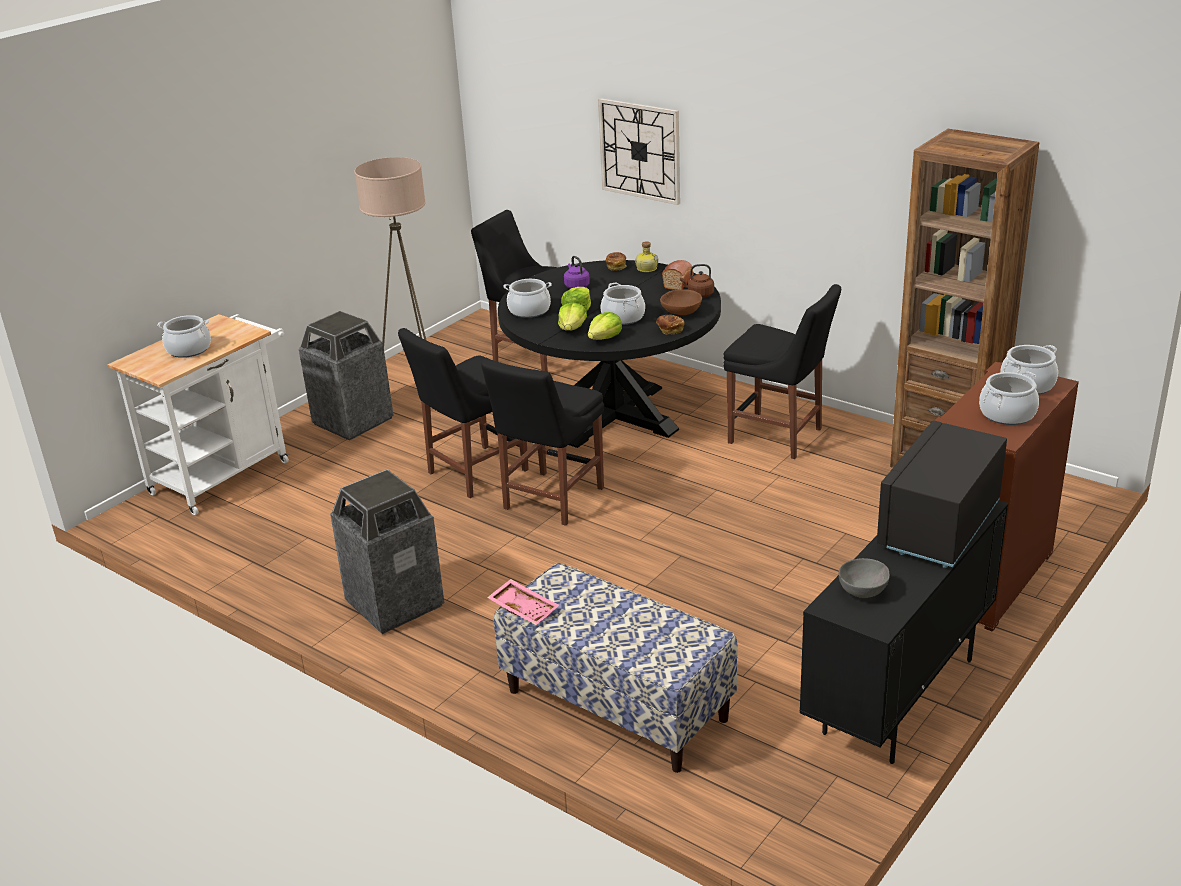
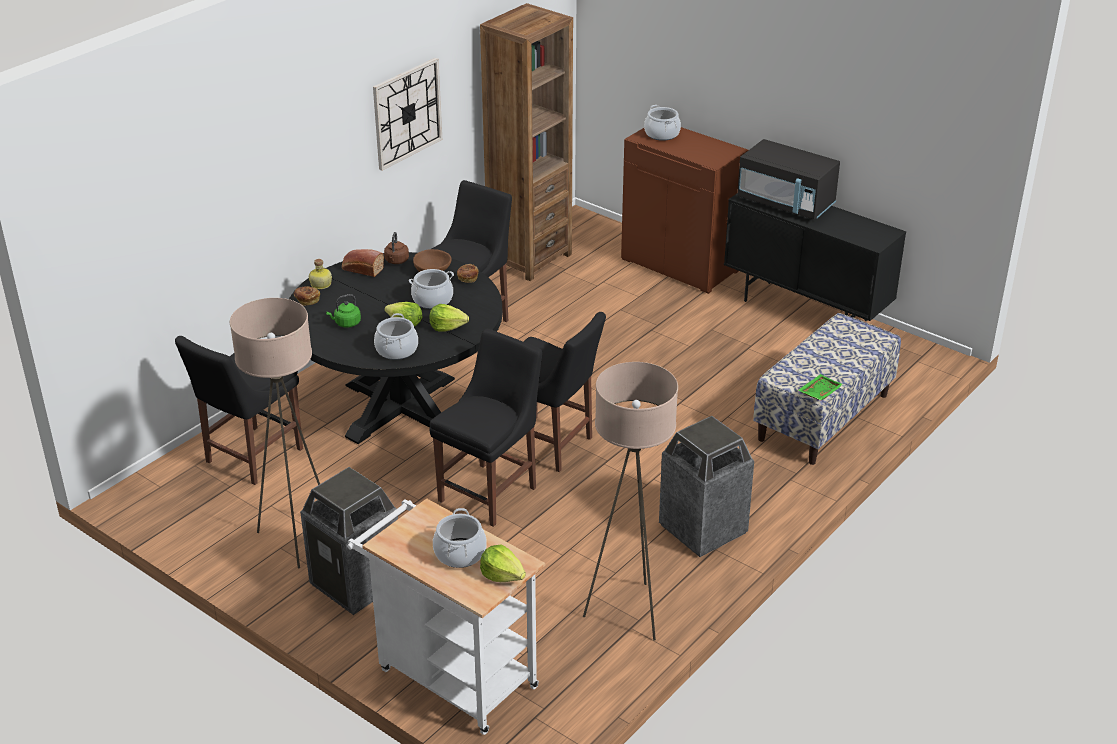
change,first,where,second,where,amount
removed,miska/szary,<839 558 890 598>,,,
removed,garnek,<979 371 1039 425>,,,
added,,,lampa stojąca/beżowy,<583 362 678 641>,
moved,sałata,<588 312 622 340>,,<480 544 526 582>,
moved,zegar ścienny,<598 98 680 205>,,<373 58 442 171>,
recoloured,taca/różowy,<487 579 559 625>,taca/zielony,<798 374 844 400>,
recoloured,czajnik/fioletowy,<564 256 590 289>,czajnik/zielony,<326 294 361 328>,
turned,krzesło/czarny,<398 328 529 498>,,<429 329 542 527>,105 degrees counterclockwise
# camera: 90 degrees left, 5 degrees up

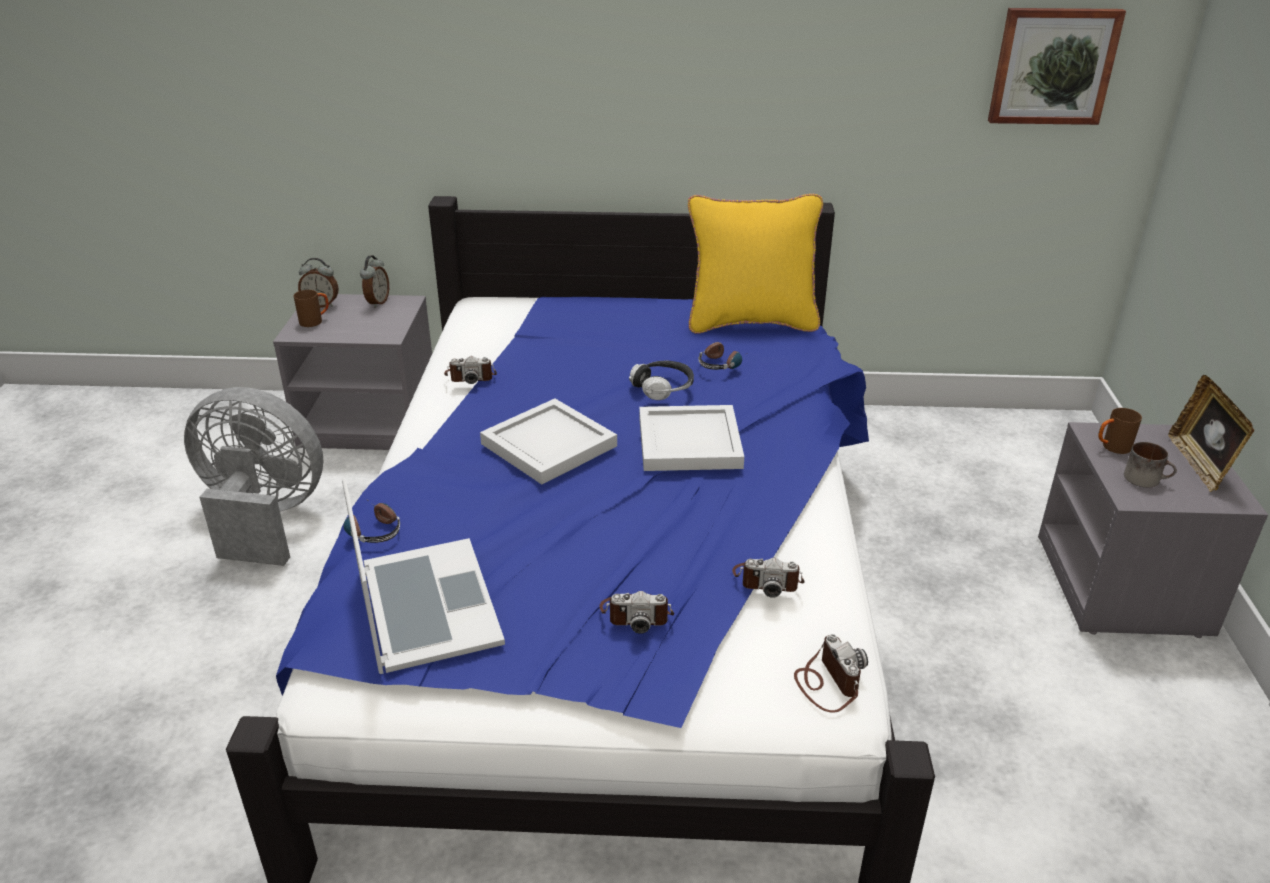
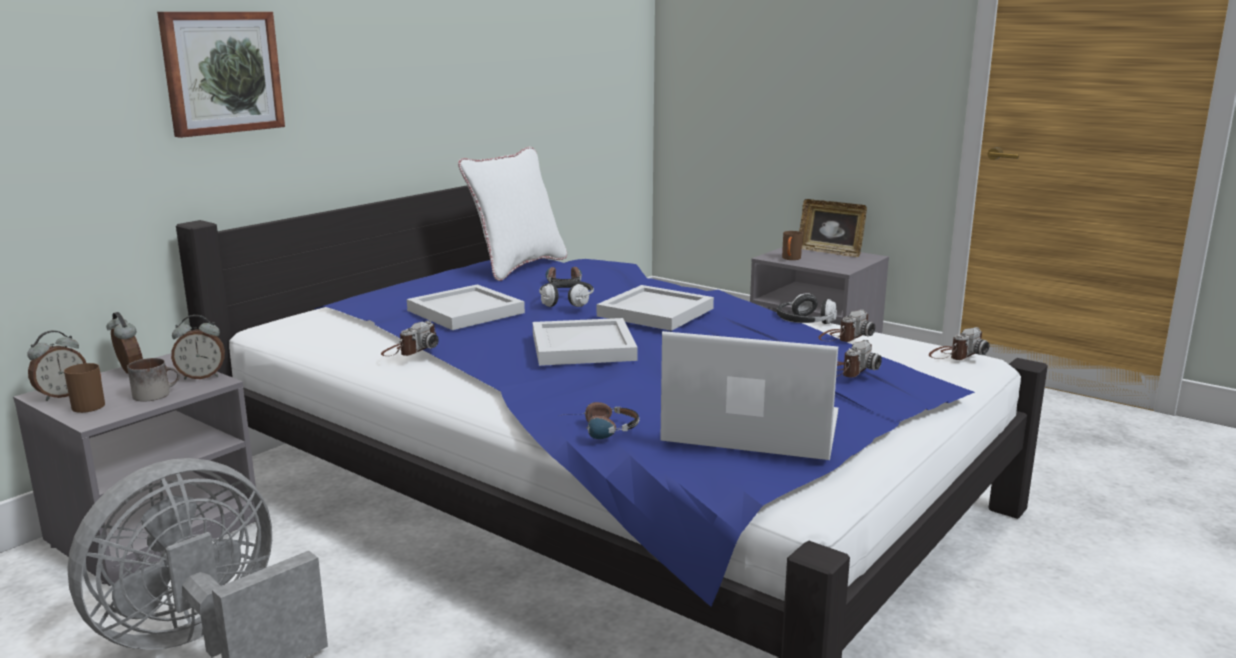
change,first,where,second,where,amount
added,,,budzik,<171 315 225 380>,
added,,,taca/biały,<407 284 525 330>,
added,,,słuchawki,<776 293 837 324>,
moved,obraz,<988 8 1126 125>,,<157 12 285 138>,
moved,kubek,<1124 442 1177 488>,,<127 358 180 402>,
recoloured,poduszka/żółty,<688 194 823 334>,poduszka/biały,<458 147 567 281>,
turned,aparat fotograficzny,<794 634 868 713>,,<929 327 989 360>,120 degrees clockwise
# camera: 55 degrees left, 15 degrees down

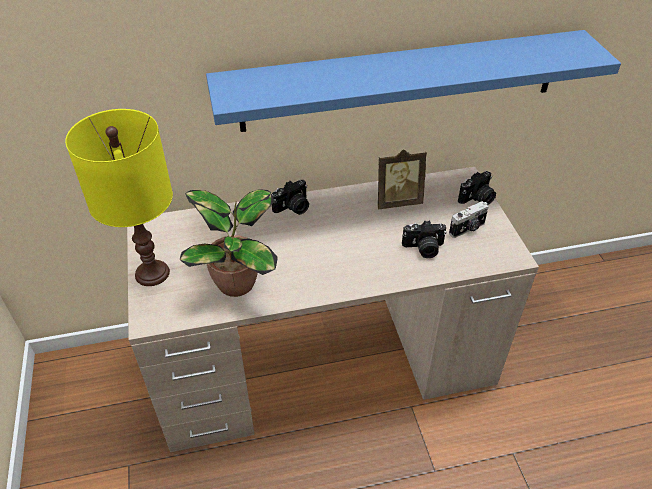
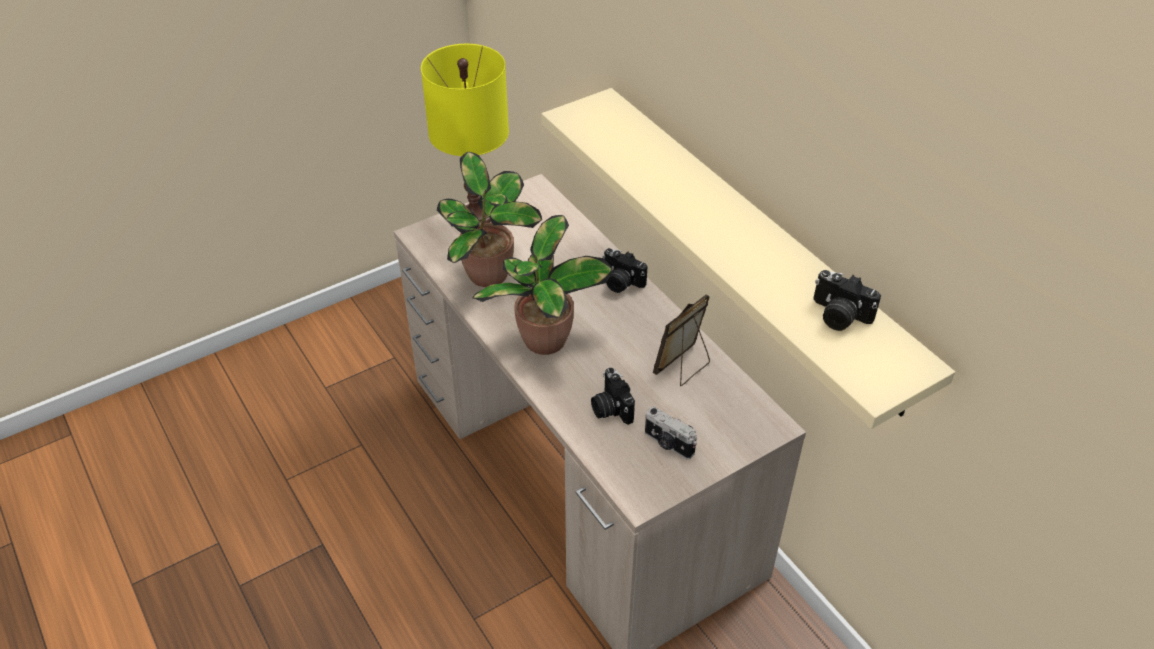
change,first,where,second,where,amount
added,,,roślina doniczkowa,<473 215 613 355>,
moved,aparat fotograficzny,<458 171 496 205>,,<813 270 881 331>,
recoloured,półka/niebieski,<206 30 621 132>,półka/beżowy,<541 88 955 429>,
turned,ramka na zdjęcie,<378 149 427 209>,,<653 294 710 386>,75 degrees clockwise
# camera: 70 degrees right, 0 degrees up

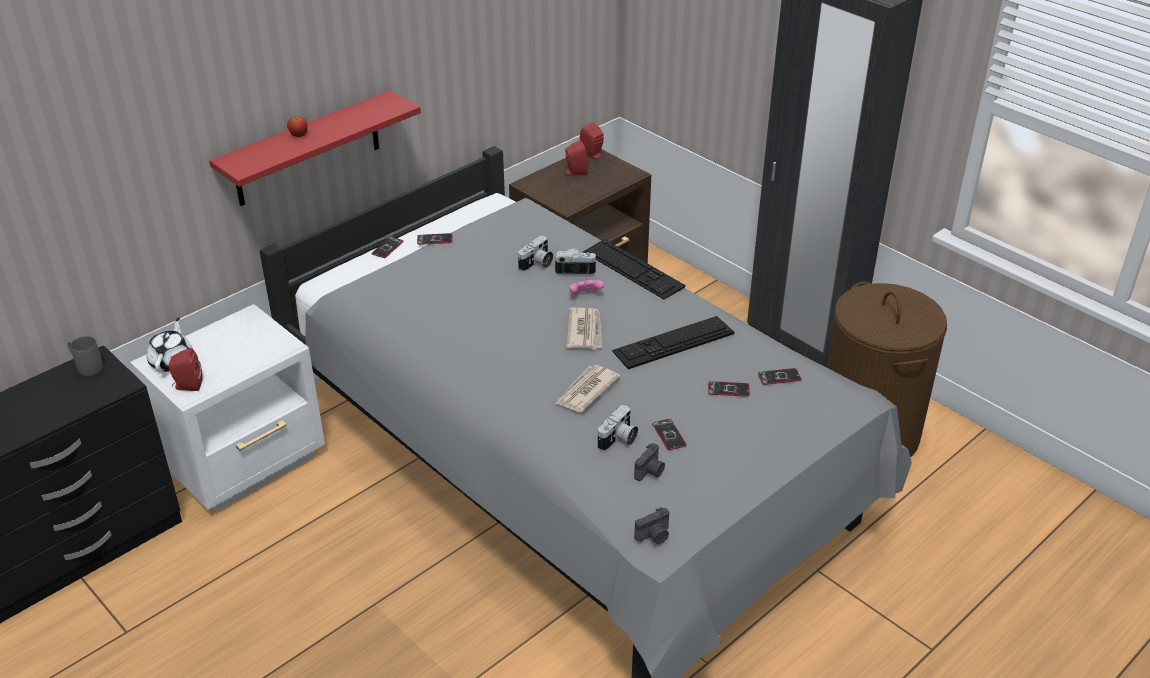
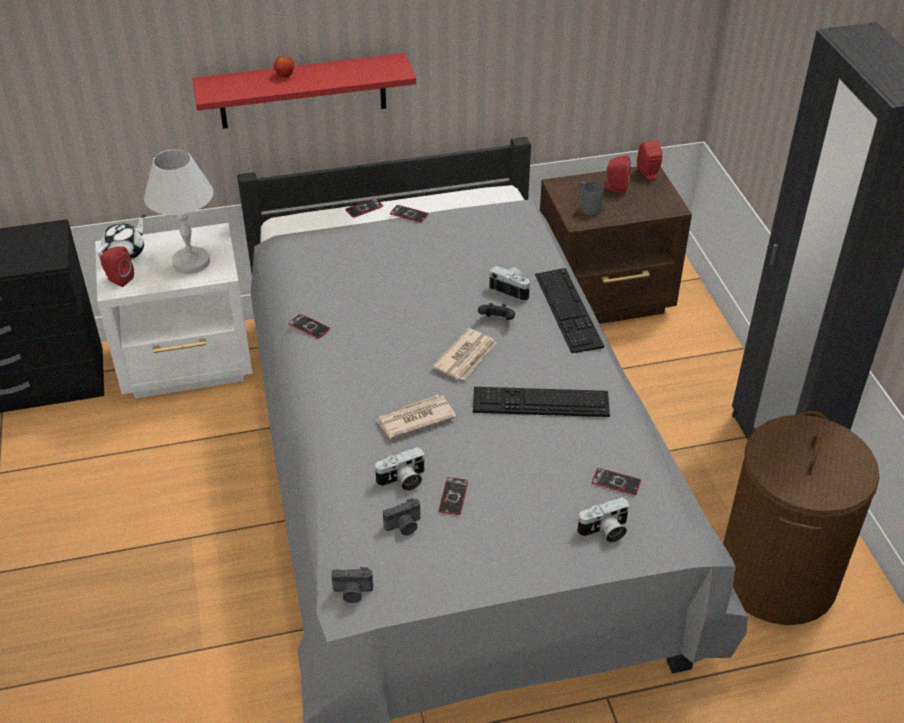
change,first,where,second,where,amount
added,,,lampa stołowa/biały,<144 149 213 274>,
moved,kubek/szary,<67 336 103 376>,,<580 181 604 216>,
moved,aparat fotograficzny,<518 235 553 271>,,<577 497 629 543>,
moved,telefon,<708 381 750 397>,,<289 314 330 339>,
recoloured,pad do gier/różowy,<569 278 604 295>,pad do gier/czarny,<478 303 515 320>,
# camera: 30 degrees right, 5 degrees up

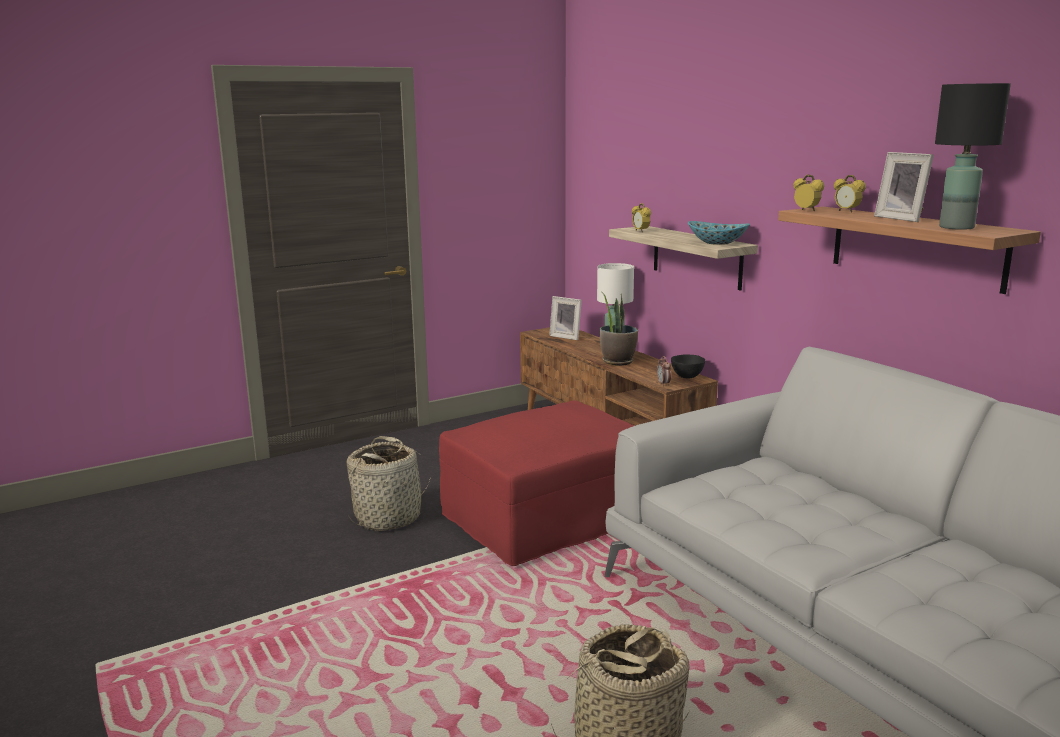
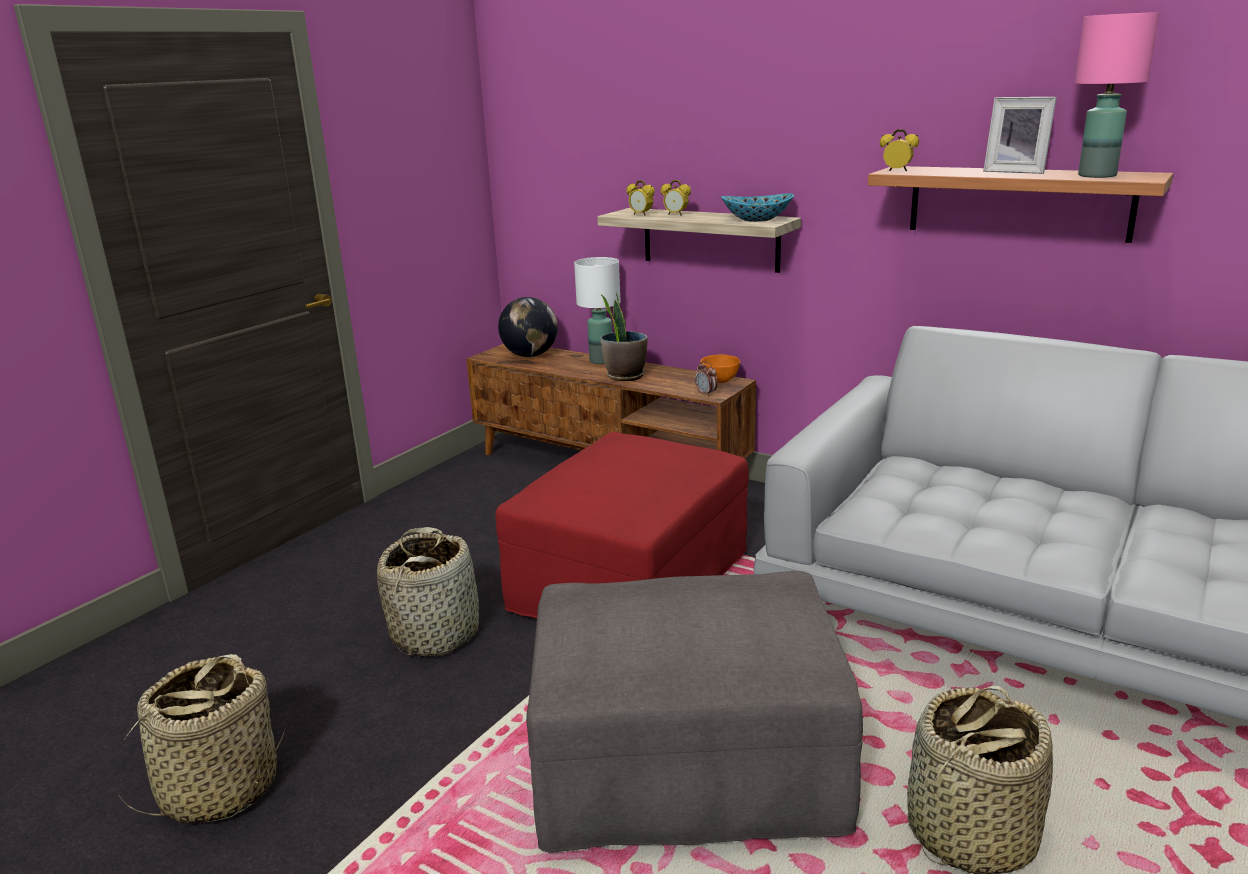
change,first,where,second,where,amount
added,,,koszyk,<116 654 286 824>,
added,,,pufa/szary,<526 571 863 852>,
moved,budzik,<834 175 866 212>,,<661 180 691 216>,
replaced,ramka na zdjęcie,<549 296 582 340>,globus,<498 297 558 357>,
recoloured,miska/czarny,<671 355 705 379>,miska/pomarańczowy,<700 354 740 383>,
recoloured,lampa stołowa/czarny,<935 83 1011 230>,lampa stołowa/różowy,<1075 12 1159 178>,
# camera: 25 degrees left, 5 degrees up

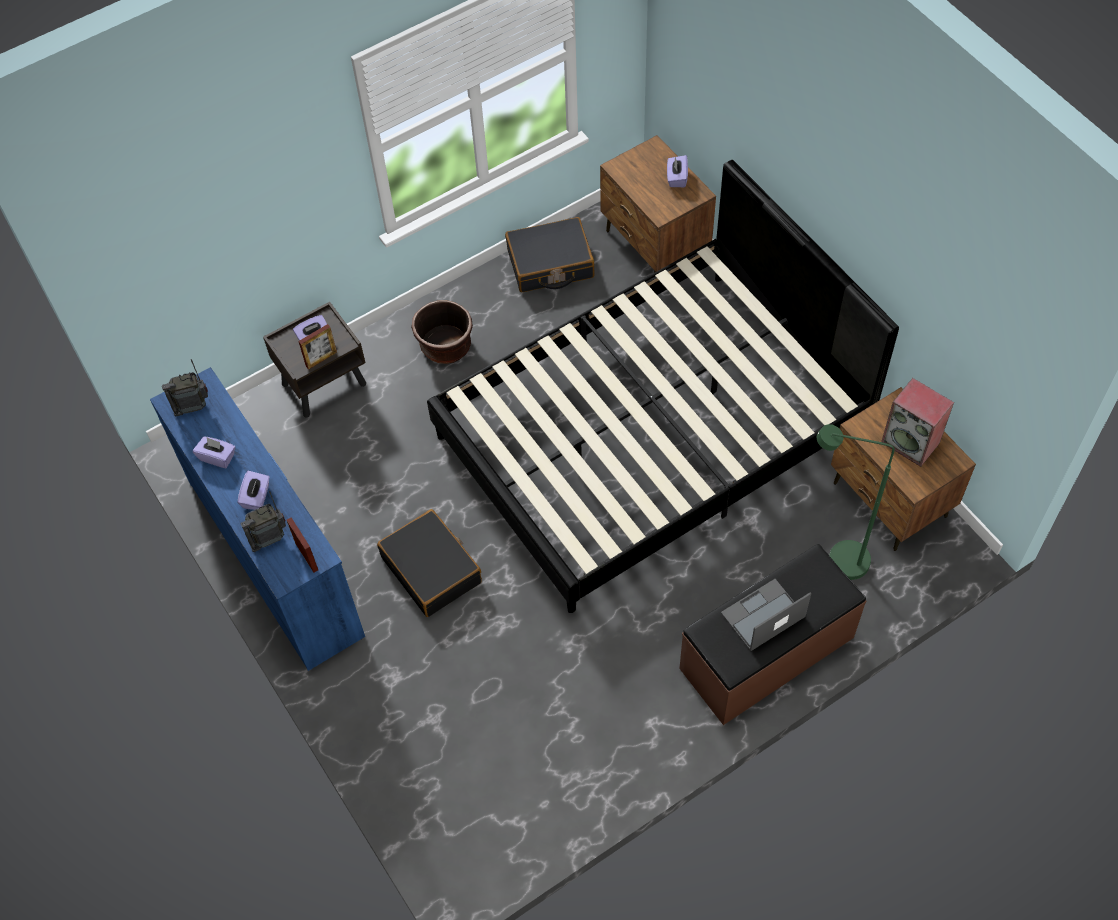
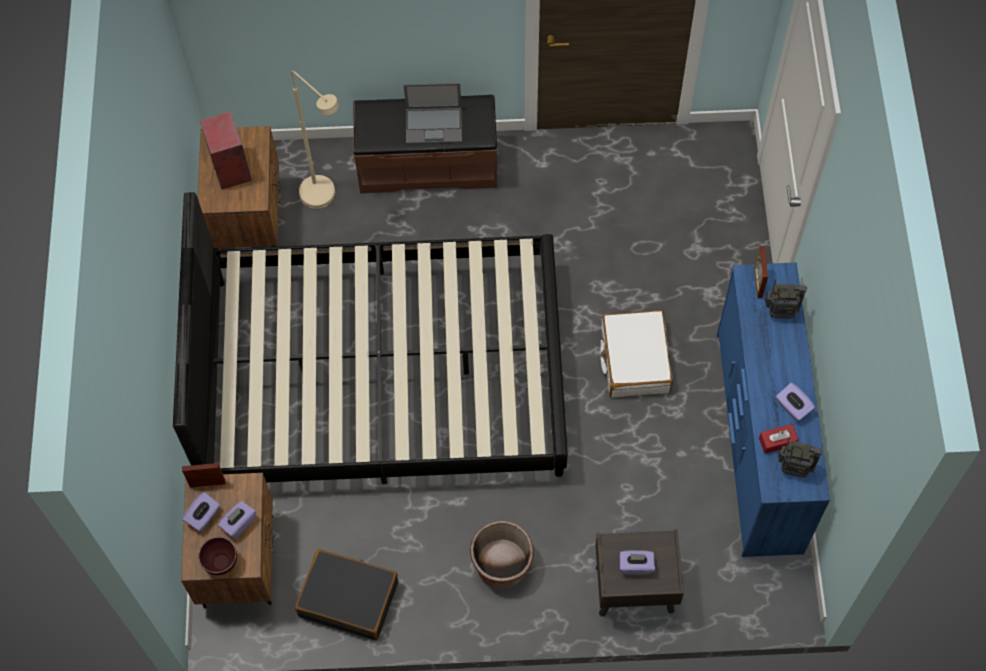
change,first,where,second,where,amount
added,,,miska/brązowy,<198 537 237 575>,
added,,,pudełko chusteczek/czerwony,<759 424 799 454>,
moved,pudełko chusteczek/fioletowy,<238 471 270 510>,,<218 501 256 538>,
moved,ramka na zdjęcie,<298 324 337 370>,,<182 463 225 488>,
recoloured,walizka/czarny,<377 509 482 617>,walizka/biały,<601 310 673 398>,
recoloured,lampa stojąca/zielony,<817 424 895 580>,lampa stojąca/beżowy,<291 71 339 209>,
# camera: 150 degrees left, 5 degrees up

